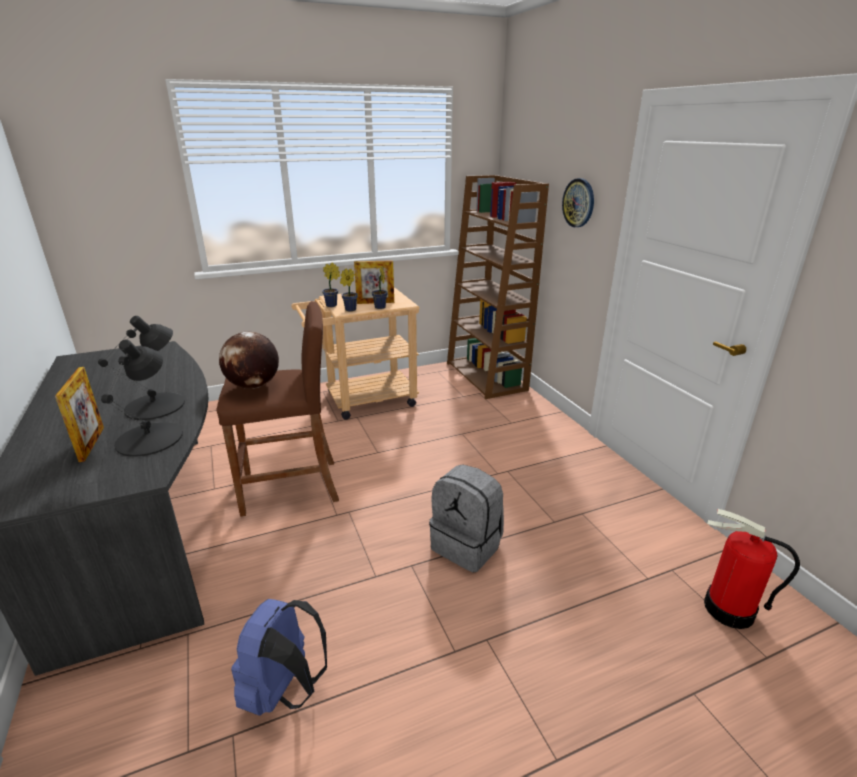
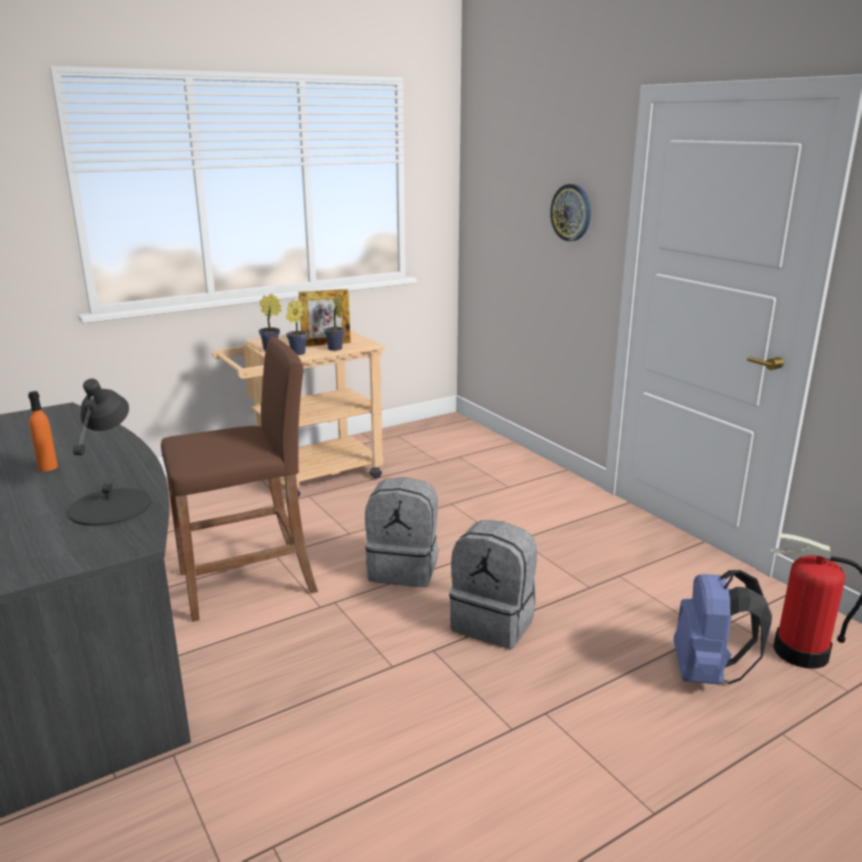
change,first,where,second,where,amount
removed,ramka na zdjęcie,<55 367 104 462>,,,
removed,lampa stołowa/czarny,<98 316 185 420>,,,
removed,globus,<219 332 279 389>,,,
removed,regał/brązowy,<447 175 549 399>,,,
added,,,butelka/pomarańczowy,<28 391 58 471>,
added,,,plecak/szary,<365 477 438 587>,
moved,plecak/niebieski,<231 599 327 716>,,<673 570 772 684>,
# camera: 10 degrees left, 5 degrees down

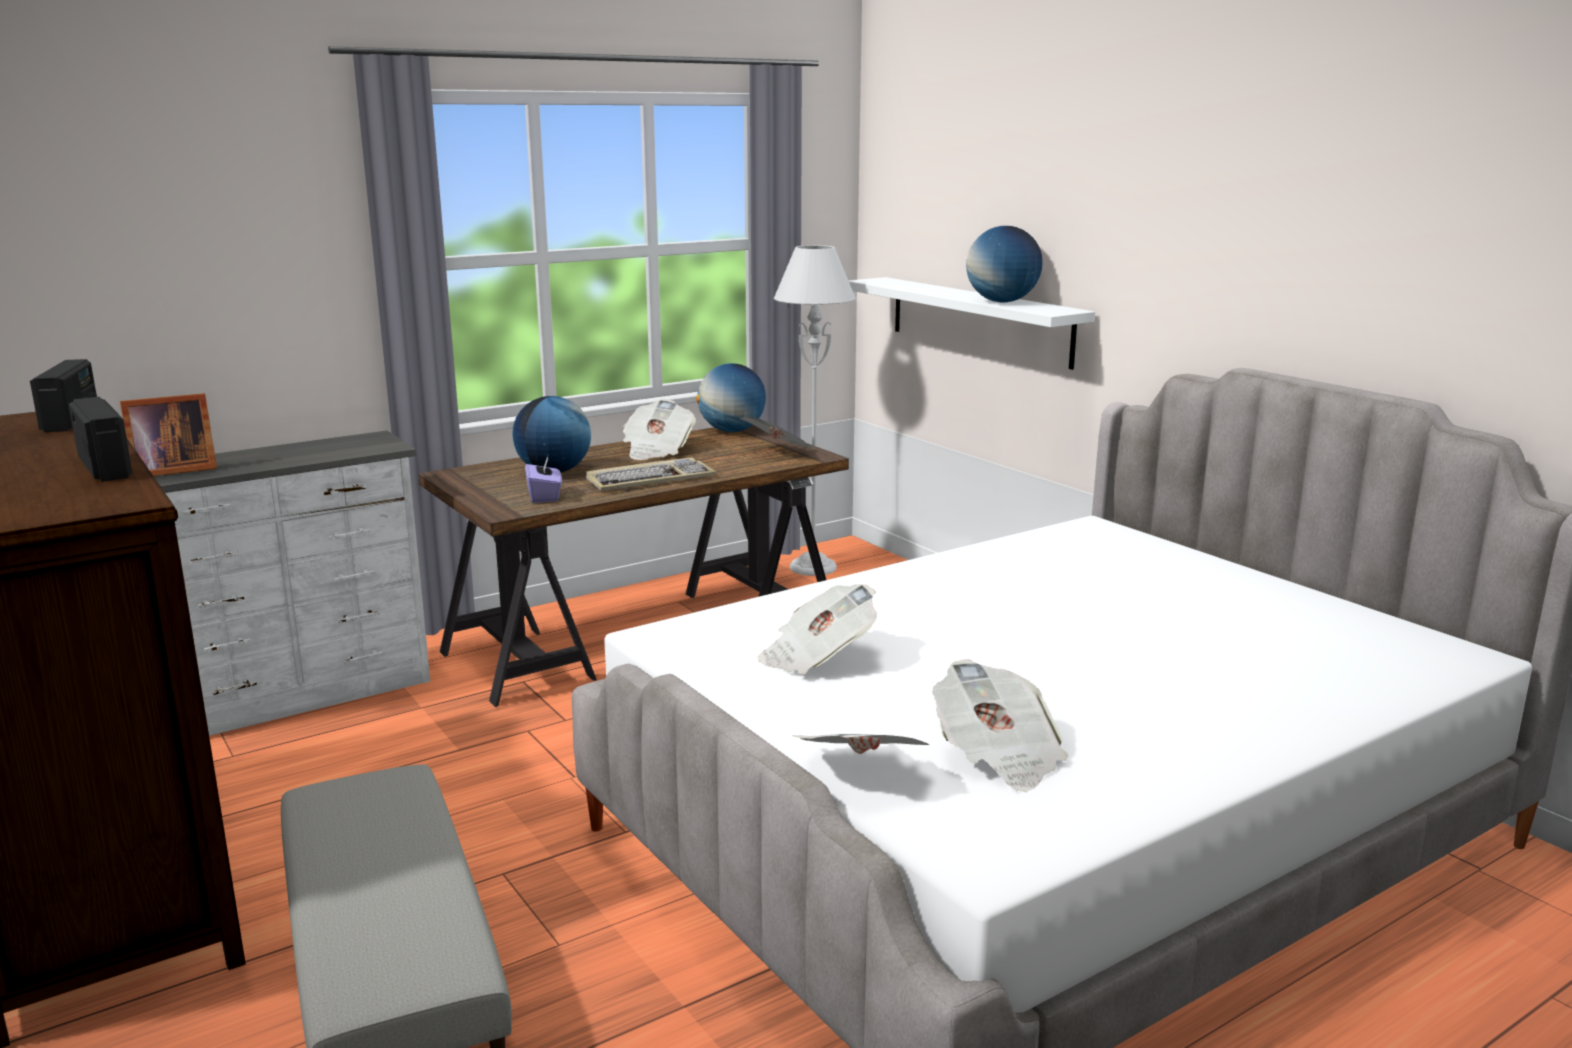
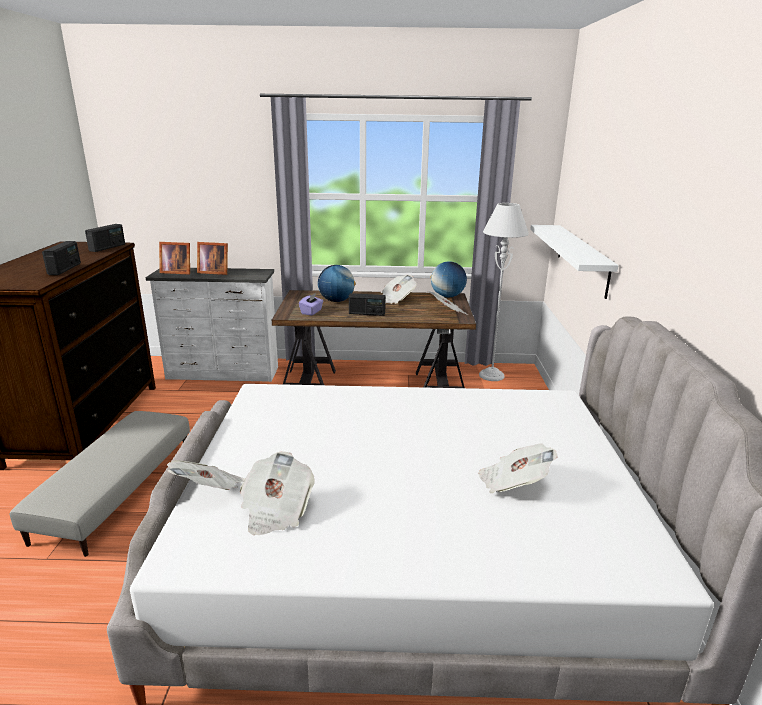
change,first,where,second,where,amount
removed,globus,<966 226 1043 302>,,,
added,,,ramka na zdjęcie,<197 242 228 275>,
moved,gazeta,<758 584 877 675>,,<478 443 558 493>,
replaced,klawiatura,<586 458 716 490>,radio,<349 293 385 316>,
# camera: 35 degrees right, 5 degrees up

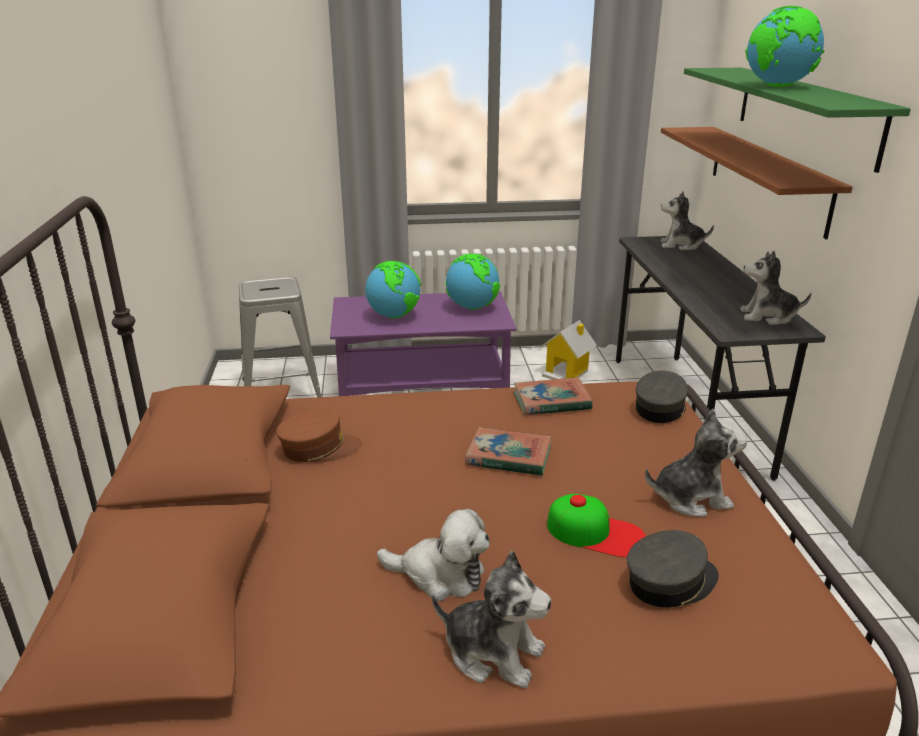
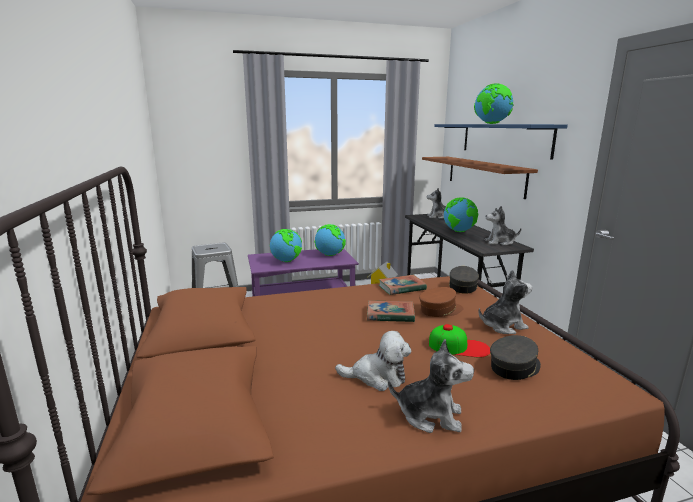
change,first,where,second,where,amount
added,,,globus,<444 197 478 232>,
moved,czapka z daszkiem/brązowy,<276 409 362 462>,,<419 287 464 317>,
recoloured,półka/zielony,<684 68 911 173>,półka/niebieski,<434 124 568 160>,
# camera: 10 degrees left, 10 degrees down

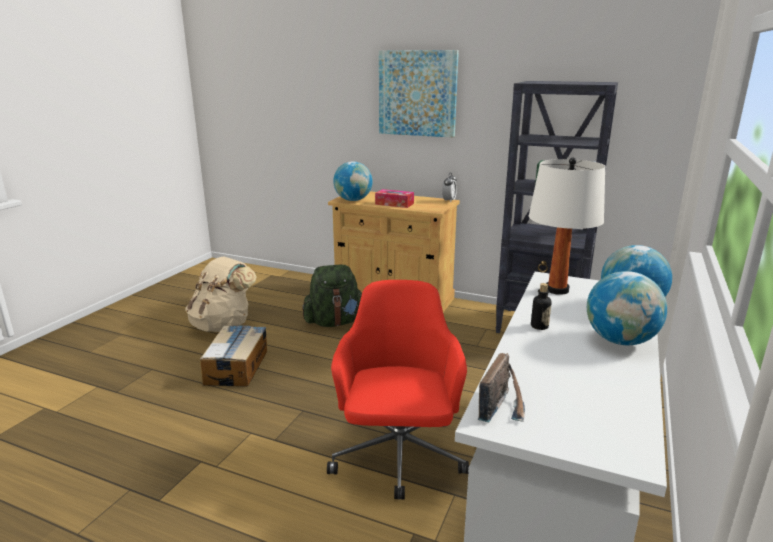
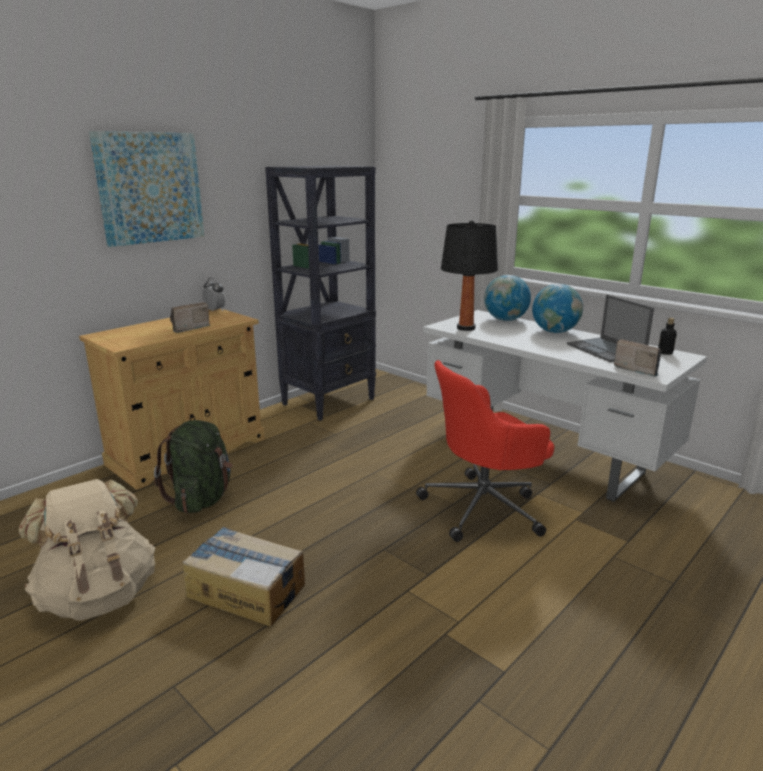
change,first,where,second,where,amount
removed,globus,<333 161 373 201>,,,
added,,,laptop,<567 295 654 362>,
moved,butelka,<531 283 552 330>,,<658 318 677 355>,
replaced,pudełko chusteczek,<375 189 414 208>,radio,<170 302 210 333>,
recoloured,lampa stołowa/biały,<529 157 606 295>,lampa stołowa/czarny,<441 220 498 331>,
turned,krzesło biurowe/czerwony,<327 280 469 500>,,<416 360 554 542>,45 degrees counterclockwise
# camera: 70 degrees left, 0 degrees up

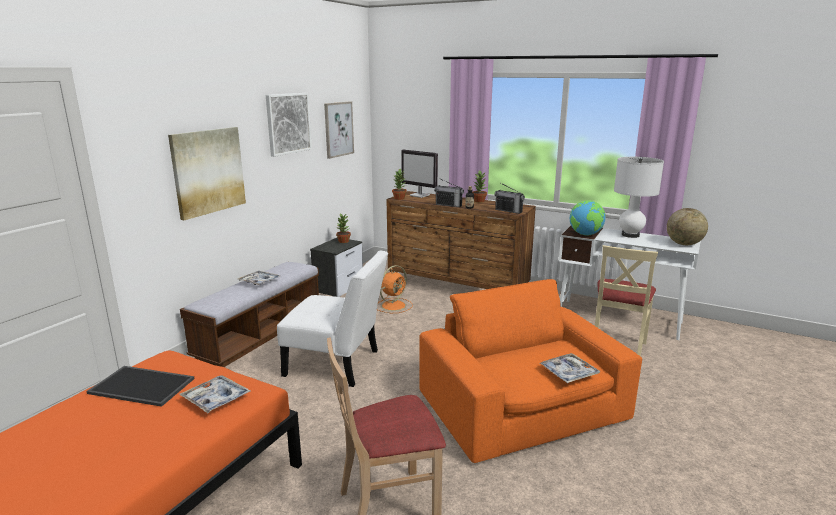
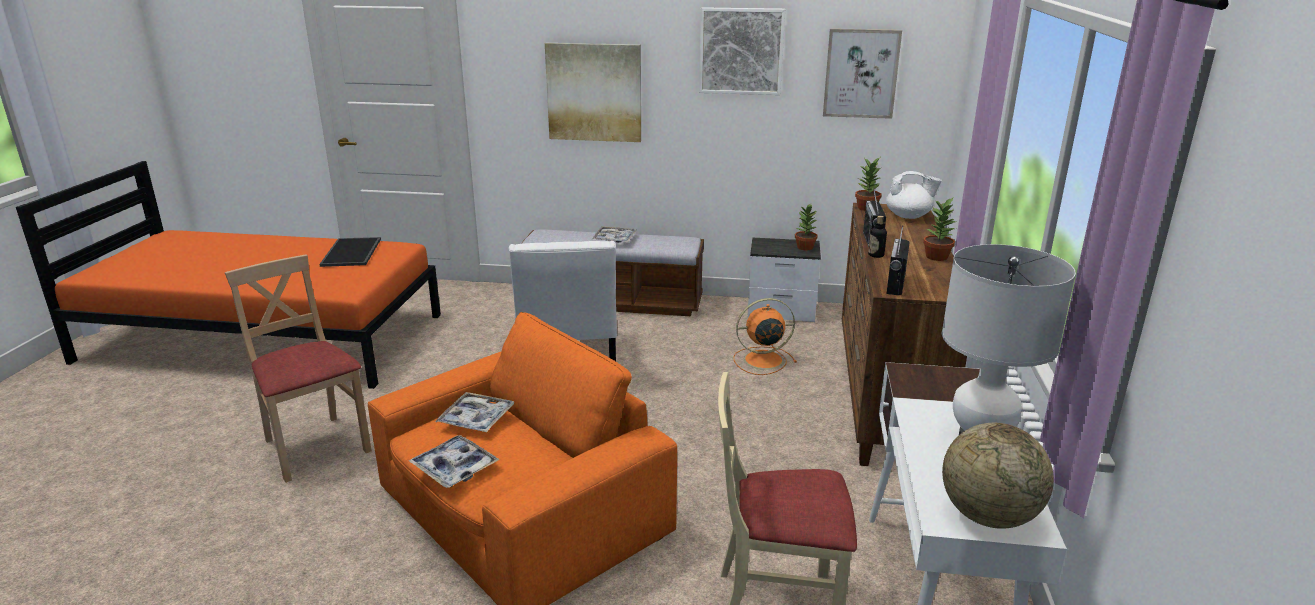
change,first,where,second,where,amount
removed,globus,<570 200 606 236>,,,
moved,taca,<179 375 250 414>,,<435 392 514 432>,
replaced,monitor,<401 150 438 198>,imbryk/biały,<886 171 942 219>,
turned,wentylator/pomarańczowy,<378 265 413 313>,,<733 298 797 375>,150 degrees clockwise
# camera: 70 degrees right, 5 degrees up

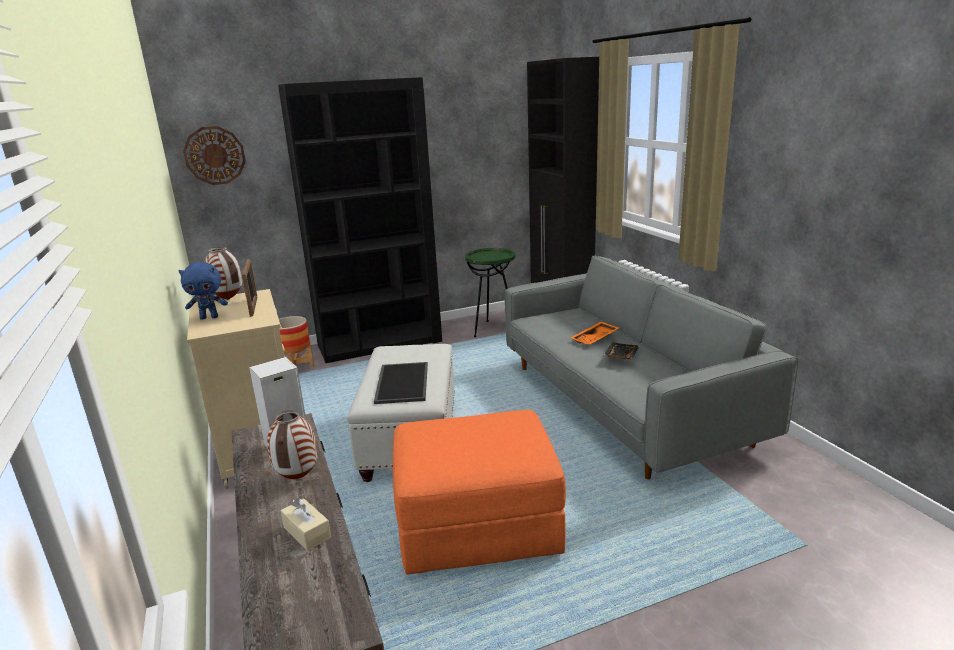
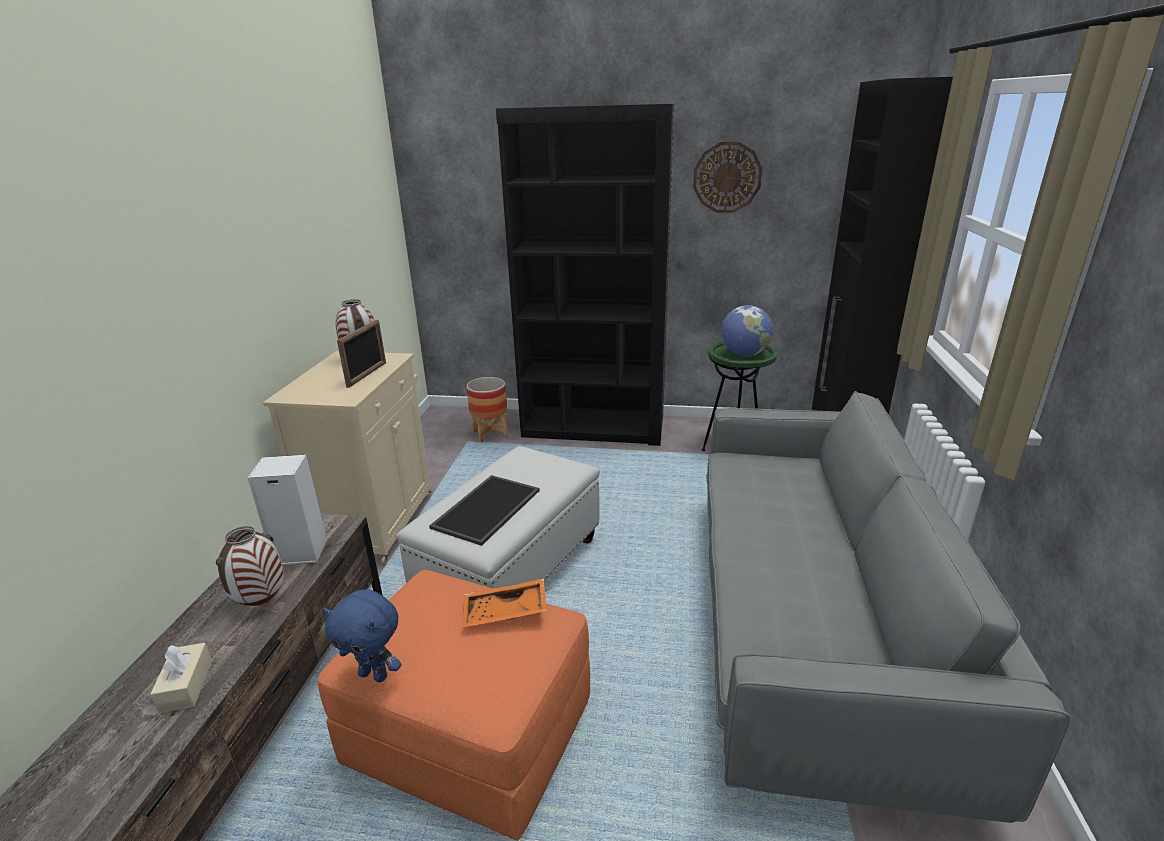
change,first,where,second,where,amount
removed,taca/czarny,<604 342 639 360>,,,
added,,,globus,<721 305 773 356>,
moved,pluszak/niebieski,<179 262 228 320>,,<323 589 402 682>,
moved,zegar ścienny,<183 126 246 185>,,<693 142 763 213>,
moved,taca/pomarańczowy,<571 321 619 345>,,<462 578 547 627>,
# camera: 30 degrees right, 5 degrees up

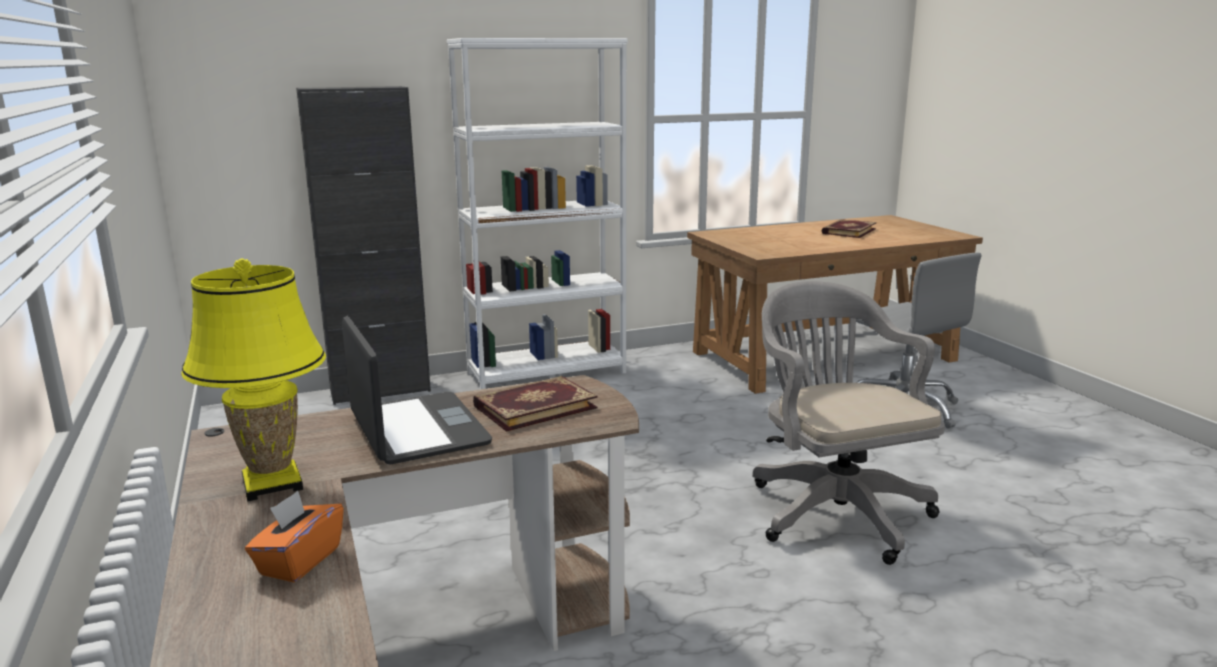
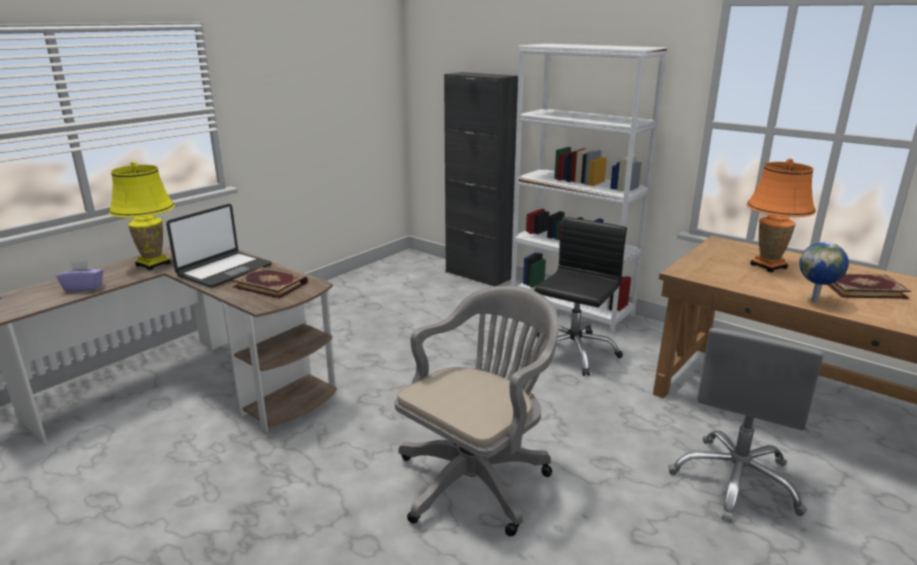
change,first,where,second,where,amount
added,,,krzesło biurowe/czarny,<534 217 627 376>,
added,,,lampa stołowa/pomarańczowy,<746 158 816 272>,
added,,,globus,<799 242 849 303>,
recoloured,pudełko chusteczek/pomarańczowy,<245 491 344 582>,pudełko chusteczek/fioletowy,<56 260 103 292>,
# camera: 60 degrees right, 5 degrees up

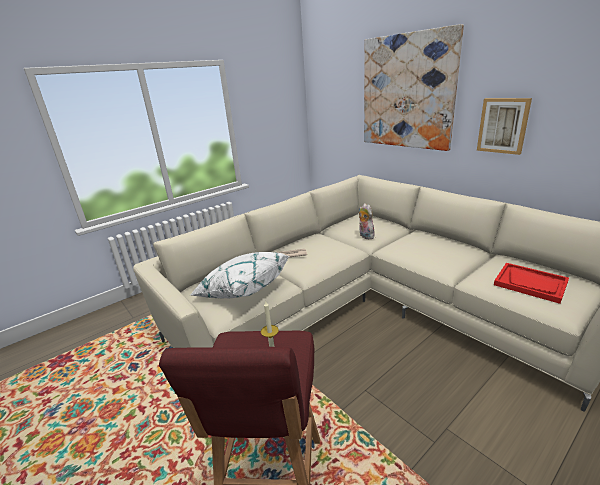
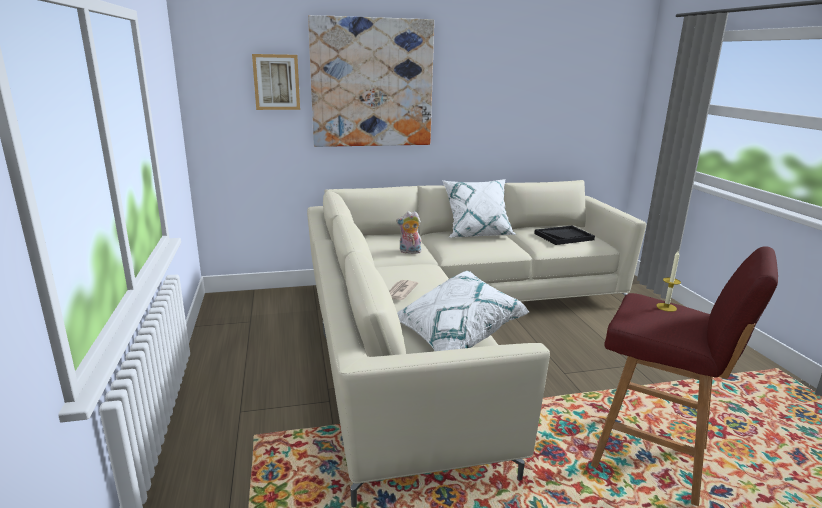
change,first,where,second,where,amount
added,,,poduszka/biały,<442 179 516 238>,
moved,obraz,<477 98 532 155>,,<252 54 300 110>,
recoloured,taca/czerwony,<494 263 569 304>,taca/czarny,<534 225 595 245>,
# camera: 65 degrees left, 5 degrees down

